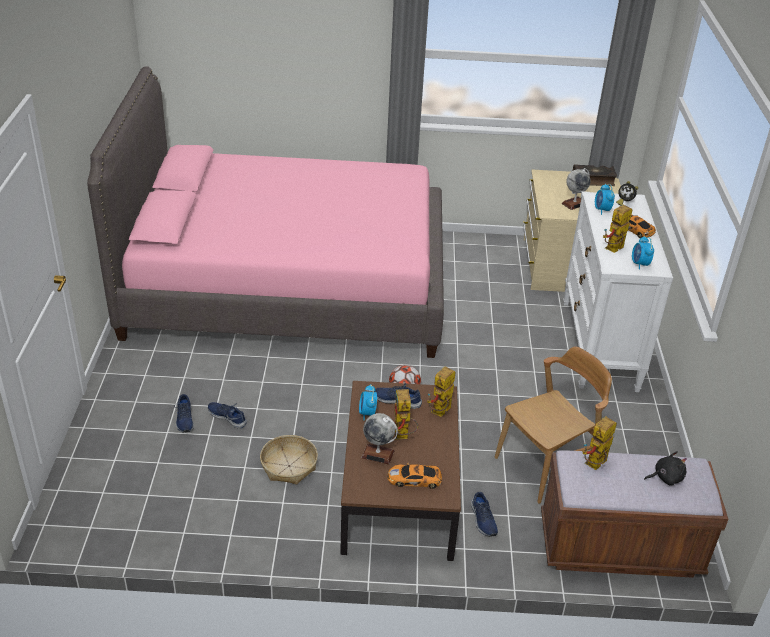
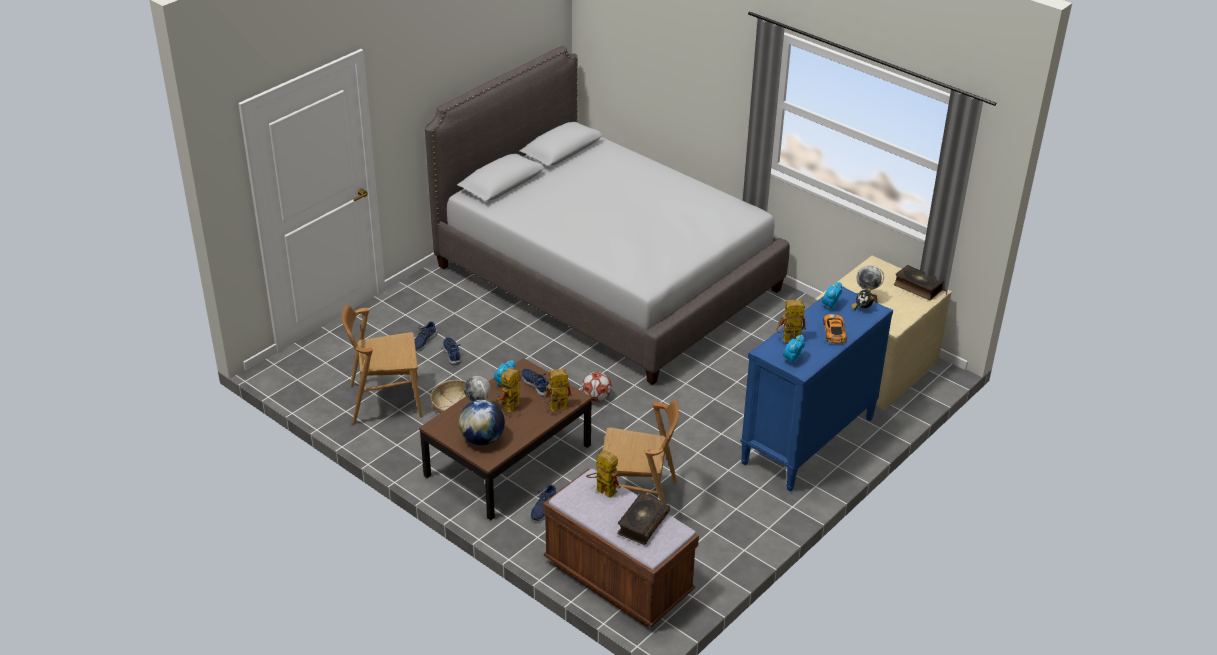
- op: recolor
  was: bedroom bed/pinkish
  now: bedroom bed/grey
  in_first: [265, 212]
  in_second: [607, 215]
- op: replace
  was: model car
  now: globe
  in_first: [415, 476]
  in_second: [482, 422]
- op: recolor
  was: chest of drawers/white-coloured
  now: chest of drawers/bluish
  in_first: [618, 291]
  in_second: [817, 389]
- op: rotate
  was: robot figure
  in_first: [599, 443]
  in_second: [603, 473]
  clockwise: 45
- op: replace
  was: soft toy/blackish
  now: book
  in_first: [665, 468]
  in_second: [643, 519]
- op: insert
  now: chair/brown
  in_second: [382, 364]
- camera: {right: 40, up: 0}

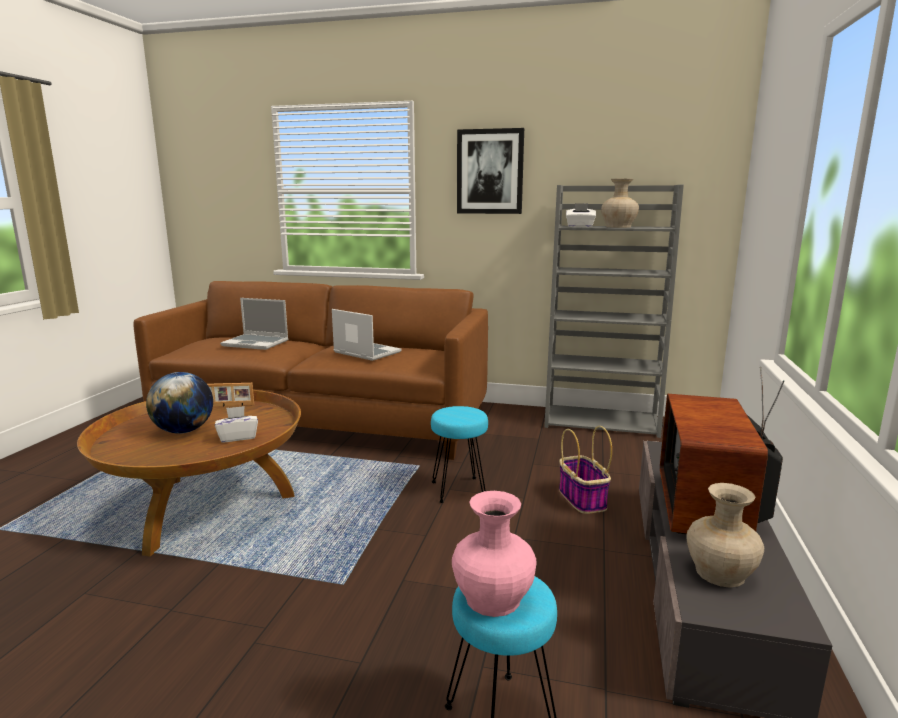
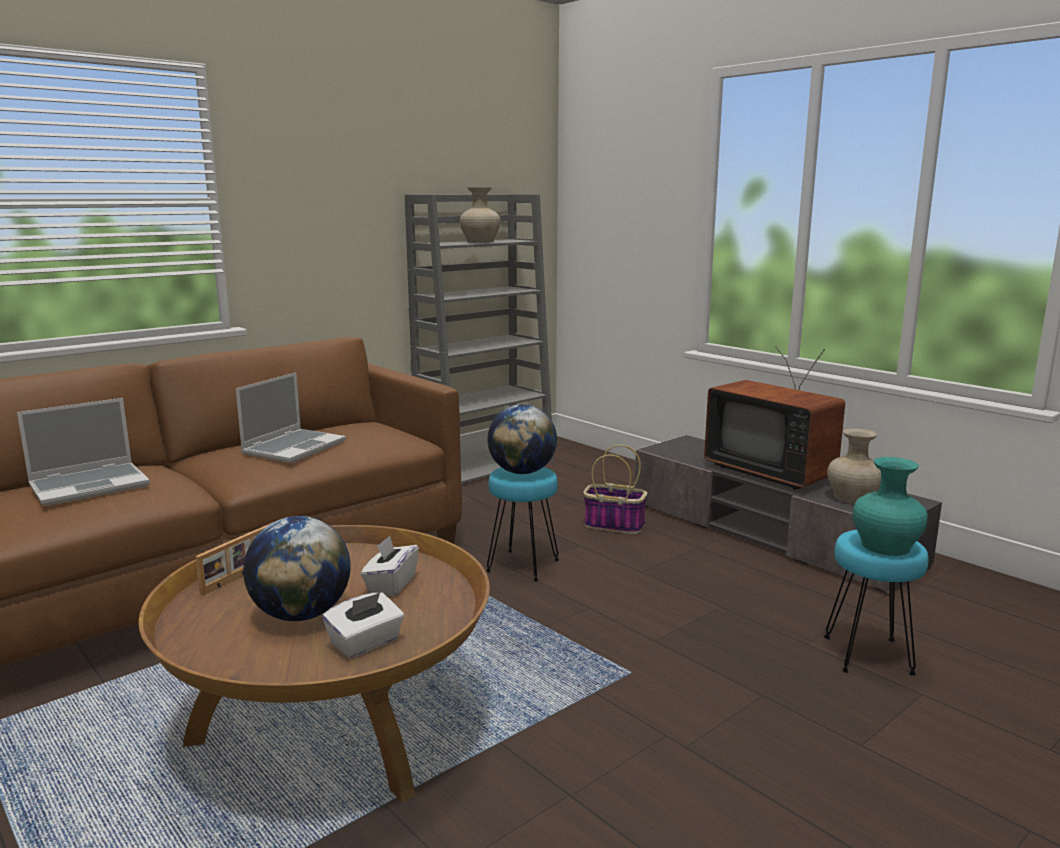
- op: rotate
  was: portable computer
  in_first: [367, 335]
  in_second: [291, 417]
  clockwise: 135
- op: recolor
  was: decorative vase/pinkish
  now: decorative vase/turquoise
  in_first: [494, 554]
  in_second: [890, 506]
- op: delete
  was: wall art
  in_first: [490, 171]
- op: move
  was: tissue holder/white-coloured
  in_first: [581, 215]
  in_second: [363, 625]
- op: insert
  now: globe
  in_second: [522, 439]
- camera: {right: -55, up: 0}

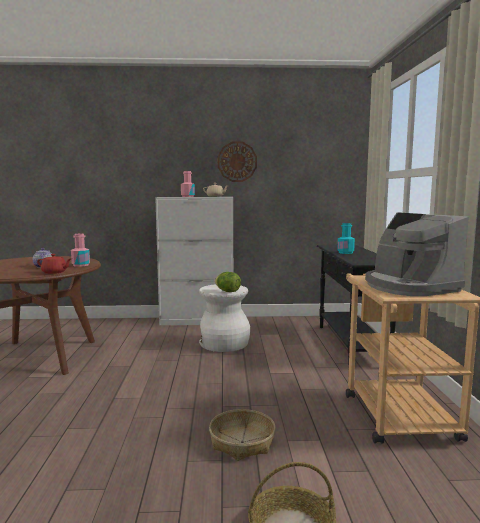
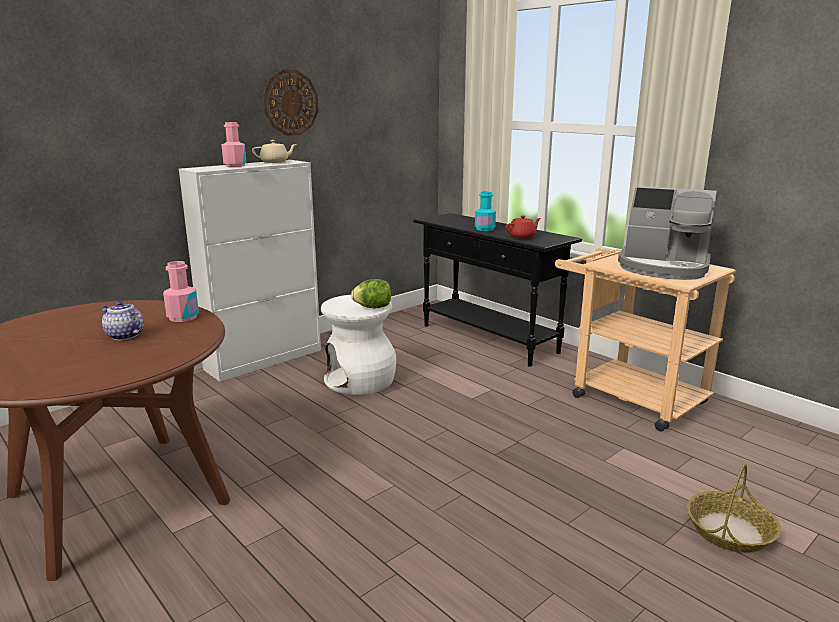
- op: move
  was: pot for tea/red-coloured
  in_first: [54, 264]
  in_second: [523, 227]
- op: delete
  was: storage basket
  in_first: [242, 435]
- camera: {right: -40, up: 10}

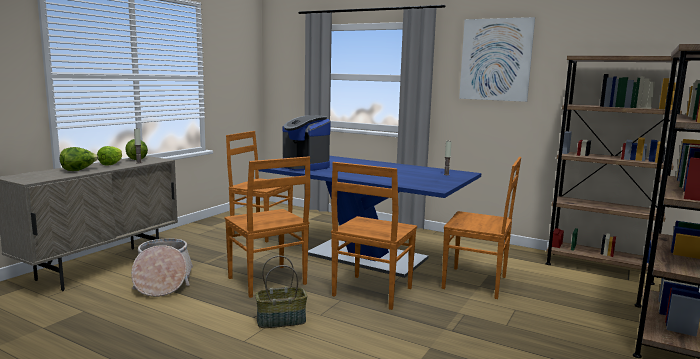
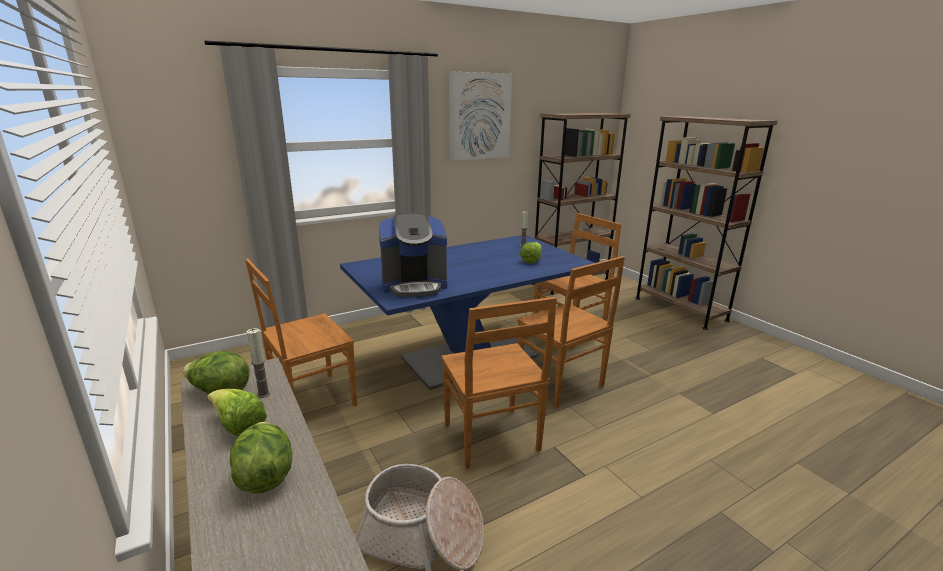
- op: rotate
  was: chair/brown
  in_first: [267, 227]
  in_second: [499, 383]
  clockwise: 75
- op: delete
  was: storage basket
  in_first: [281, 292]
- op: insert
  now: lettuce
  in_second: [531, 252]
- camera: {right: -60, up: 10}

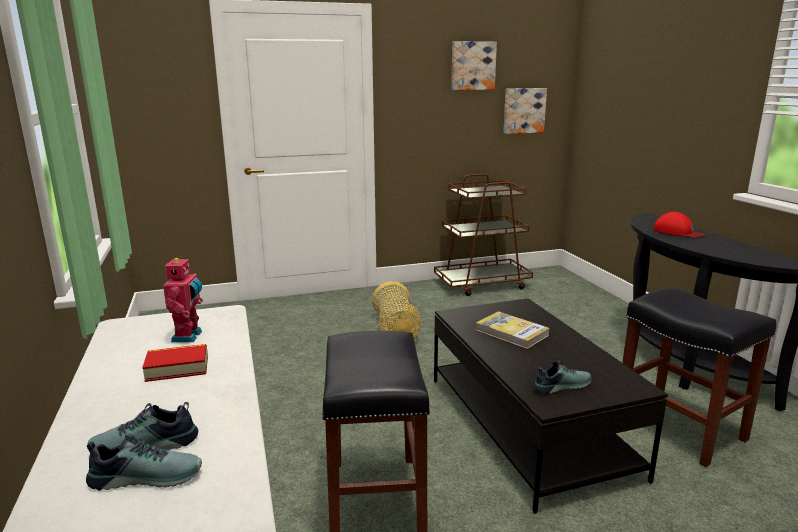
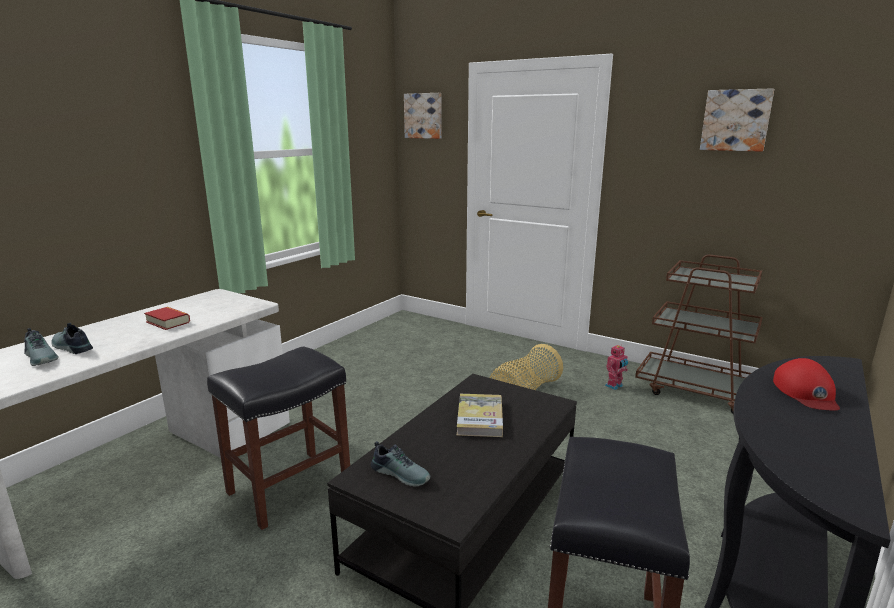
- op: move
  was: robot figure
  in_first: [183, 299]
  in_second: [616, 367]
- op: move
  was: wall art
  in_first: [525, 111]
  in_second: [423, 116]
- camera: {right: 50, up: 0}

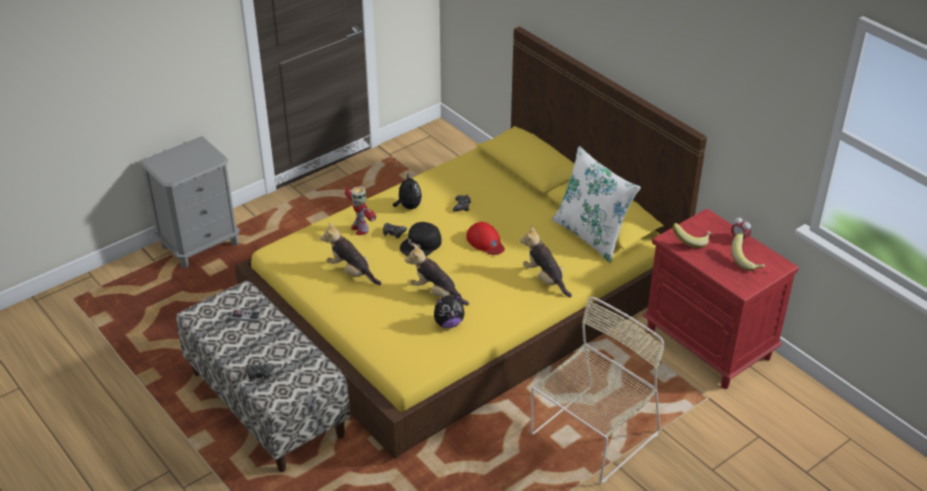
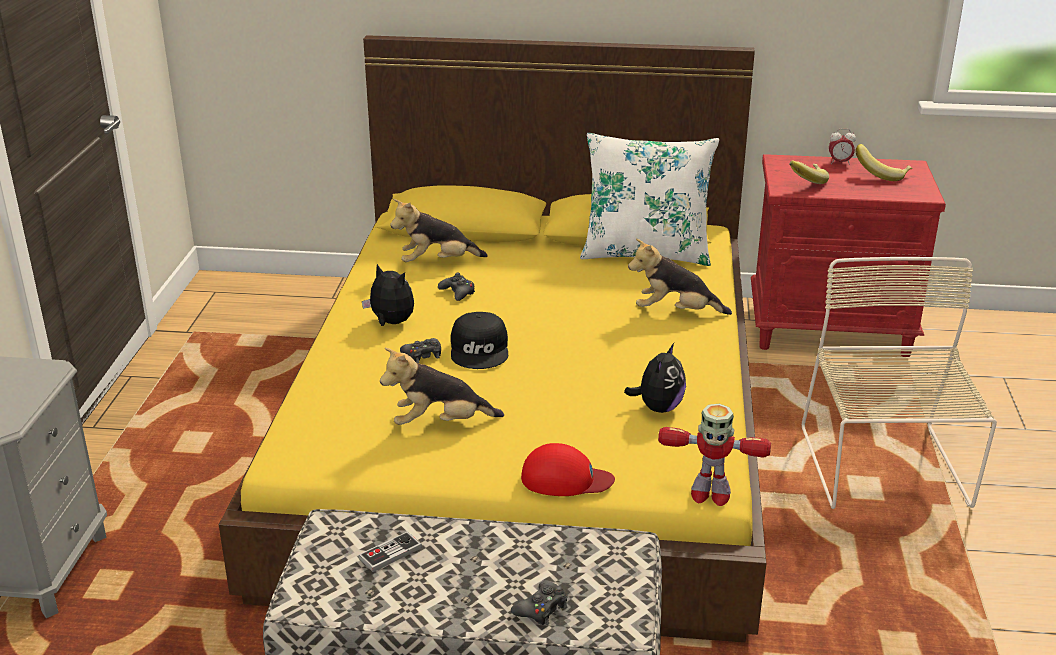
- op: move
  was: robot figure
  in_first: [360, 210]
  in_second: [714, 455]
- op: move
  was: soft toy
  in_first: [437, 275]
  in_second: [439, 230]
- op: move
  was: baseball cap/red-coloured
  in_first: [485, 238]
  in_second: [568, 469]
- camera: {right: -45, up: -10}

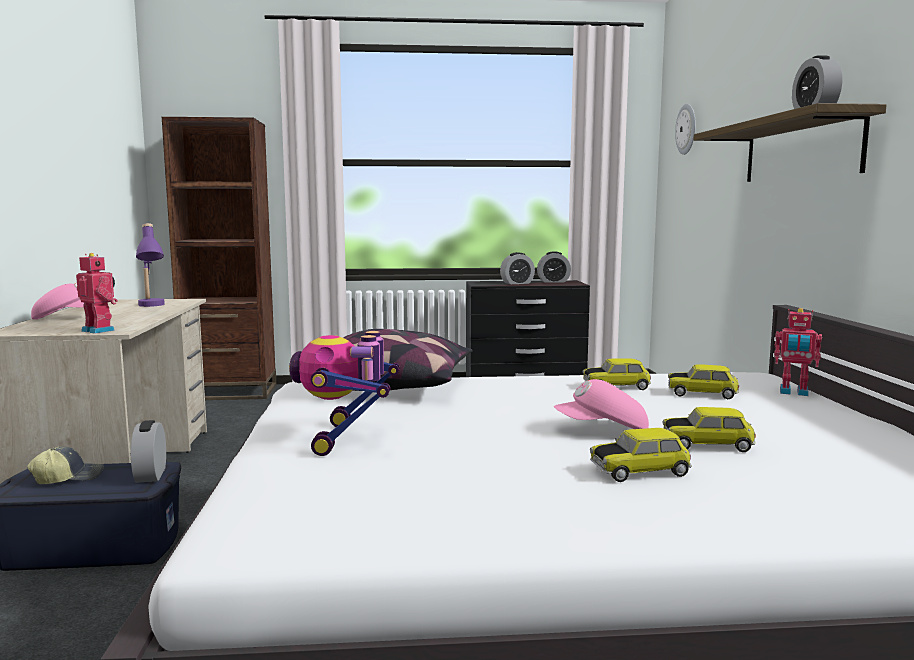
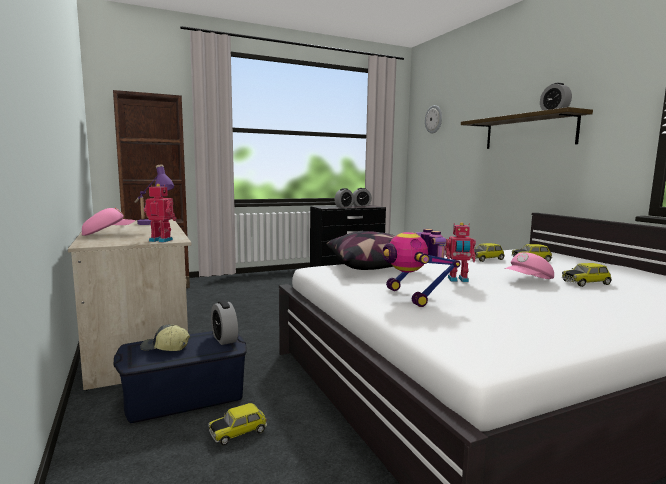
- op: rotate
  was: baseball cap
  in_first: [65, 465]
  in_second: [165, 337]
  clockwise: -120
- op: move
  was: model car
  in_first: [641, 455]
  in_second: [237, 424]
- op: move
  was: robot figure
  in_first: [798, 352]
  in_second: [460, 252]
- camera: {right: -20, up: 0}

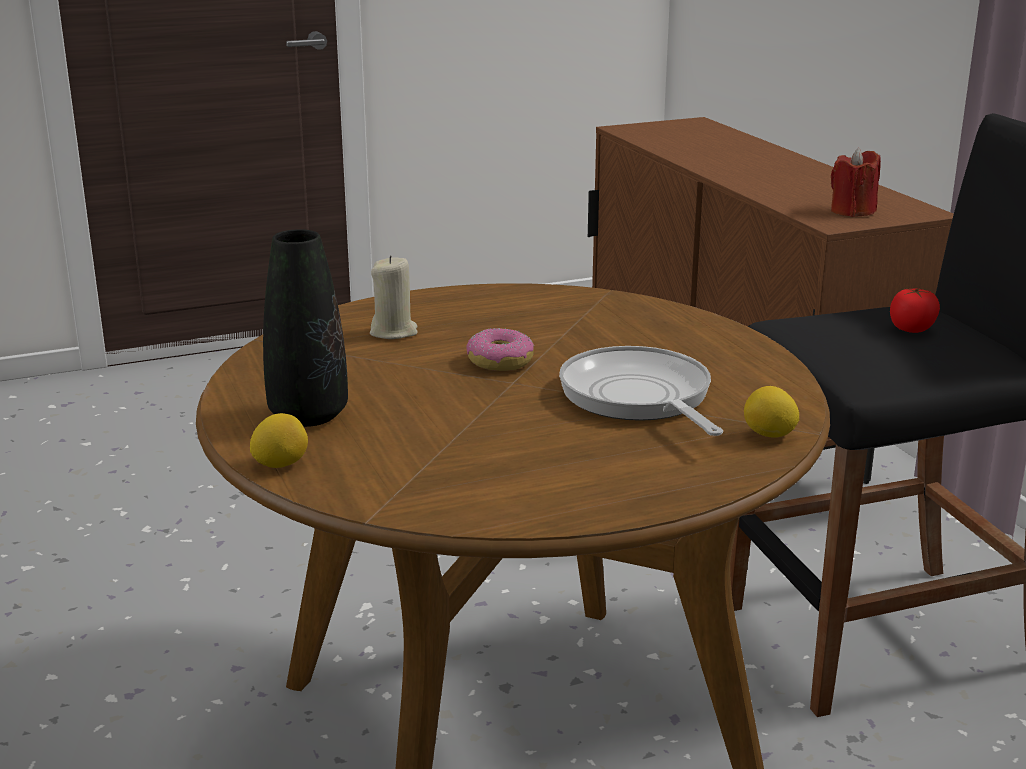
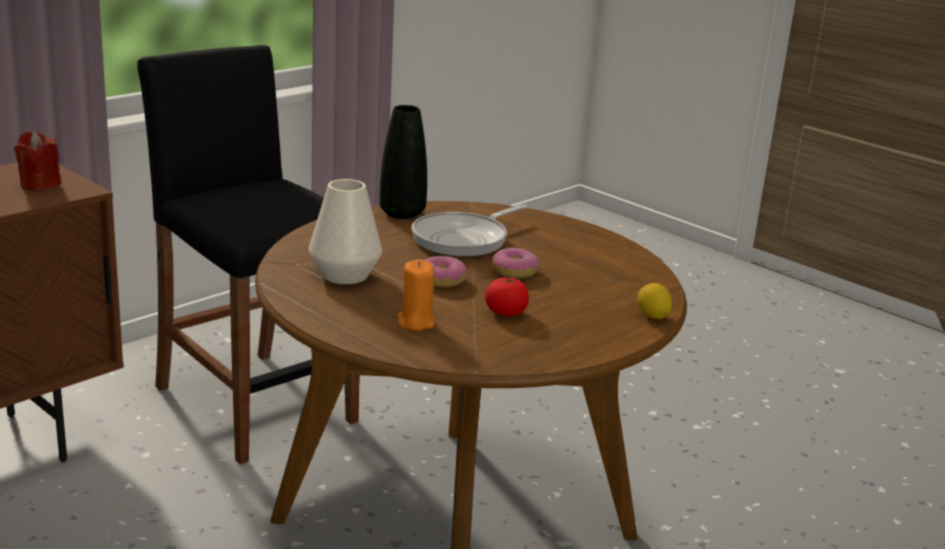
- op: move
  was: decorative vase/blackish
  in_first: [305, 328]
  in_second: [403, 162]
- op: recolor
  was: wax candle/sand-coloured
  now: wax candle/orangey
  in_first: [394, 297]
  in_second: [416, 295]
- op: delete
  was: lemon
  in_first: [772, 412]
- op: move
  was: fresh tomato
  in_first: [915, 310]
  in_second: [507, 296]
- op: insert
  now: decorative vase/white-coloured
  in_second: [345, 231]
- op: insert
  now: ring doughnut
  in_second: [516, 263]
- camera: {right: -115, up: 0}

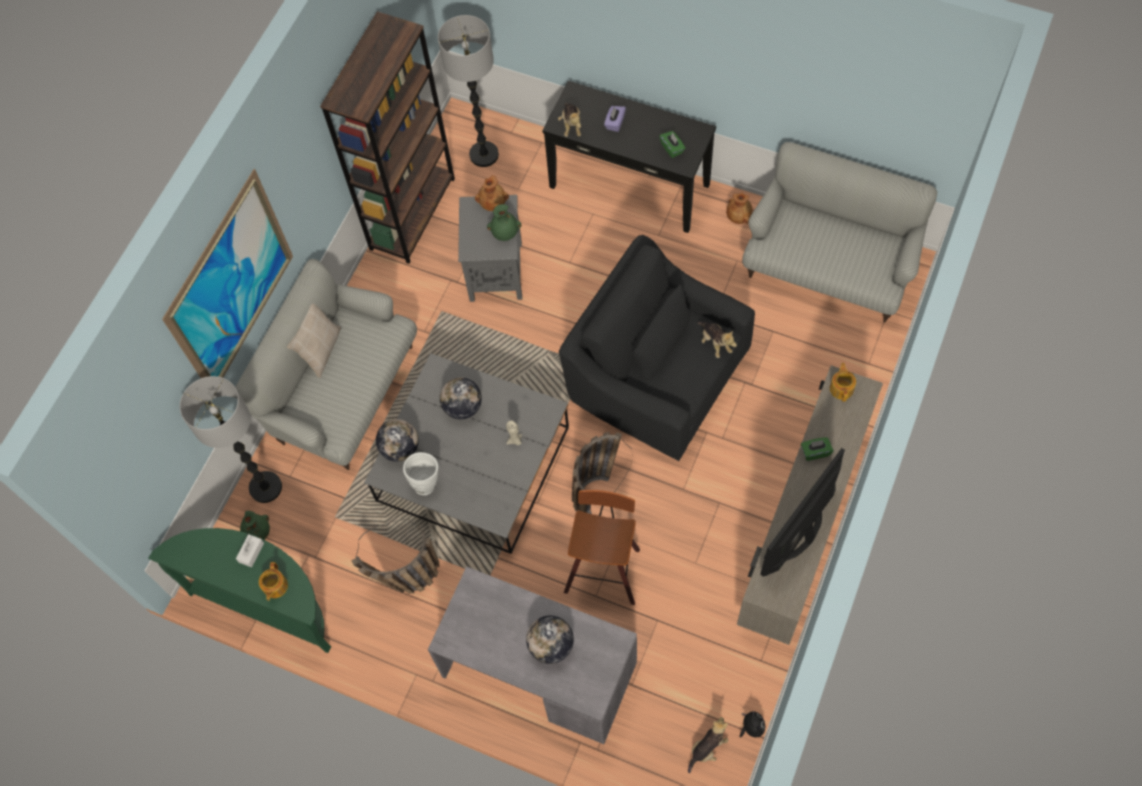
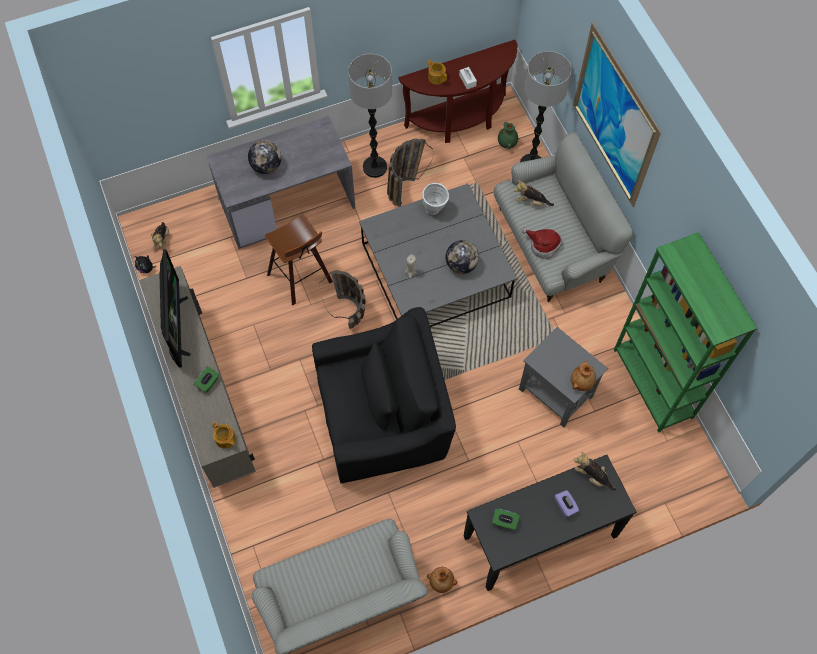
- op: recolor
  was: narrow table/green
  now: narrow table/brown
  in_first: [240, 590]
  in_second: [457, 91]
- op: delete
  was: pillow/sand-coloured
  in_first: [314, 341]
- op: recolor
  was: bookcase/brown
  now: bookcase/green
  in_first: [387, 137]
  in_second: [685, 332]
- op: delete
  was: globe
  in_first: [397, 440]
- op: move
  was: standard lamp
  in_first: [468, 91]
  in_second: [370, 116]
- op: delete
  was: decorative vase/green
  in_first: [504, 222]
- op: move
  was: soft toy
  in_first: [717, 340]
  in_second: [534, 193]
- op: insert
  now: clothing hat
  in_second: [541, 243]
- camera: {right: 130, up: 0}

